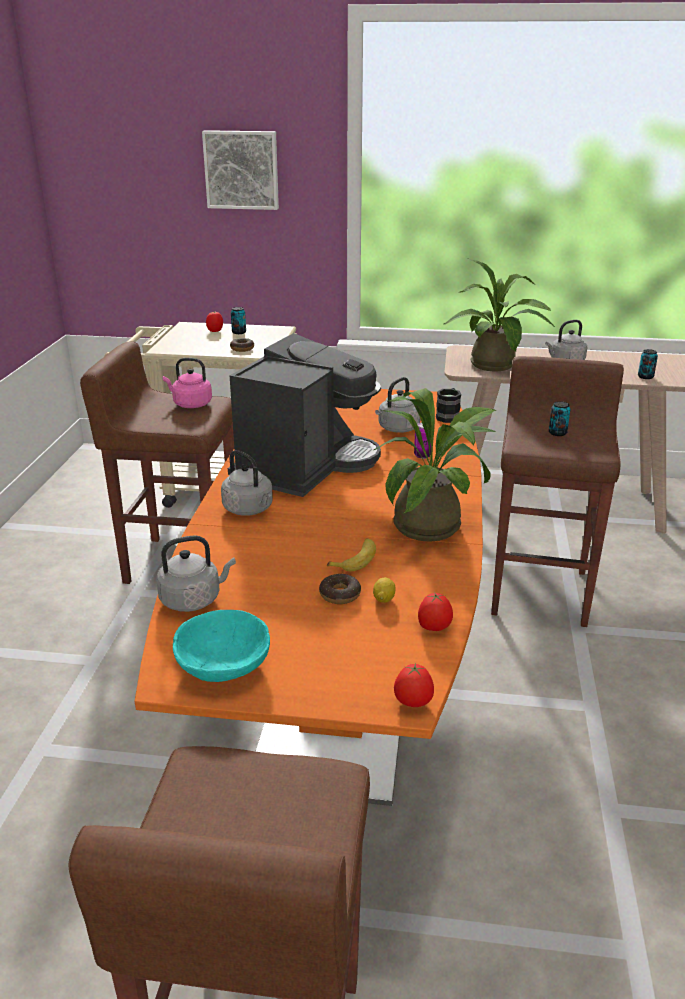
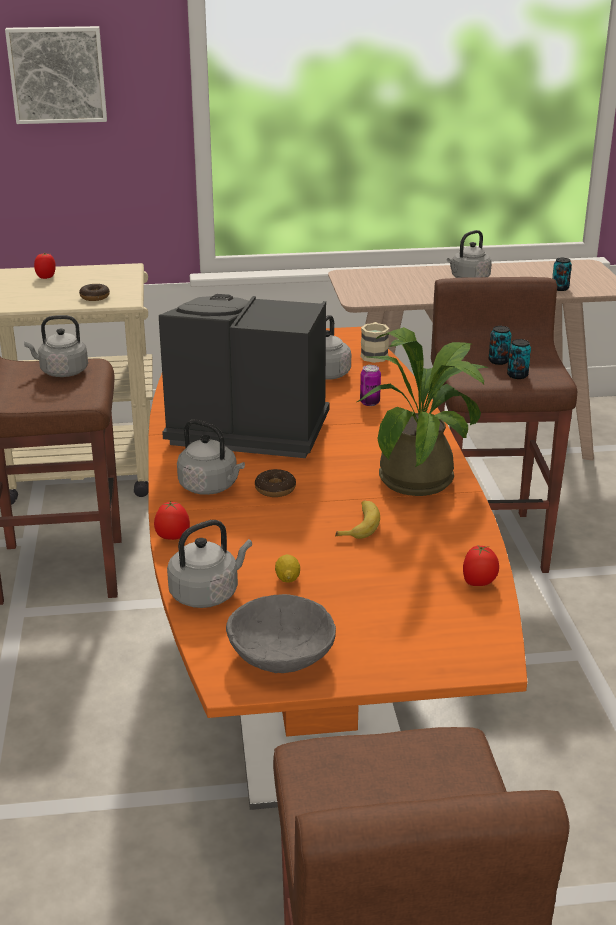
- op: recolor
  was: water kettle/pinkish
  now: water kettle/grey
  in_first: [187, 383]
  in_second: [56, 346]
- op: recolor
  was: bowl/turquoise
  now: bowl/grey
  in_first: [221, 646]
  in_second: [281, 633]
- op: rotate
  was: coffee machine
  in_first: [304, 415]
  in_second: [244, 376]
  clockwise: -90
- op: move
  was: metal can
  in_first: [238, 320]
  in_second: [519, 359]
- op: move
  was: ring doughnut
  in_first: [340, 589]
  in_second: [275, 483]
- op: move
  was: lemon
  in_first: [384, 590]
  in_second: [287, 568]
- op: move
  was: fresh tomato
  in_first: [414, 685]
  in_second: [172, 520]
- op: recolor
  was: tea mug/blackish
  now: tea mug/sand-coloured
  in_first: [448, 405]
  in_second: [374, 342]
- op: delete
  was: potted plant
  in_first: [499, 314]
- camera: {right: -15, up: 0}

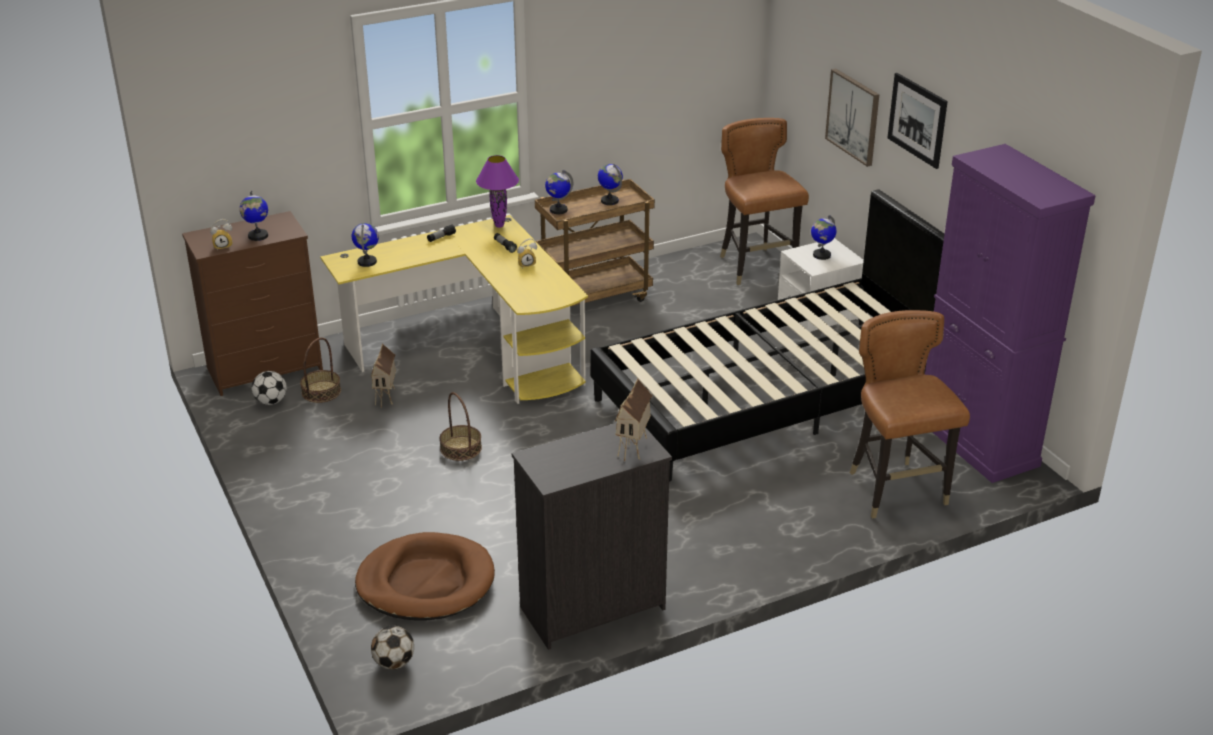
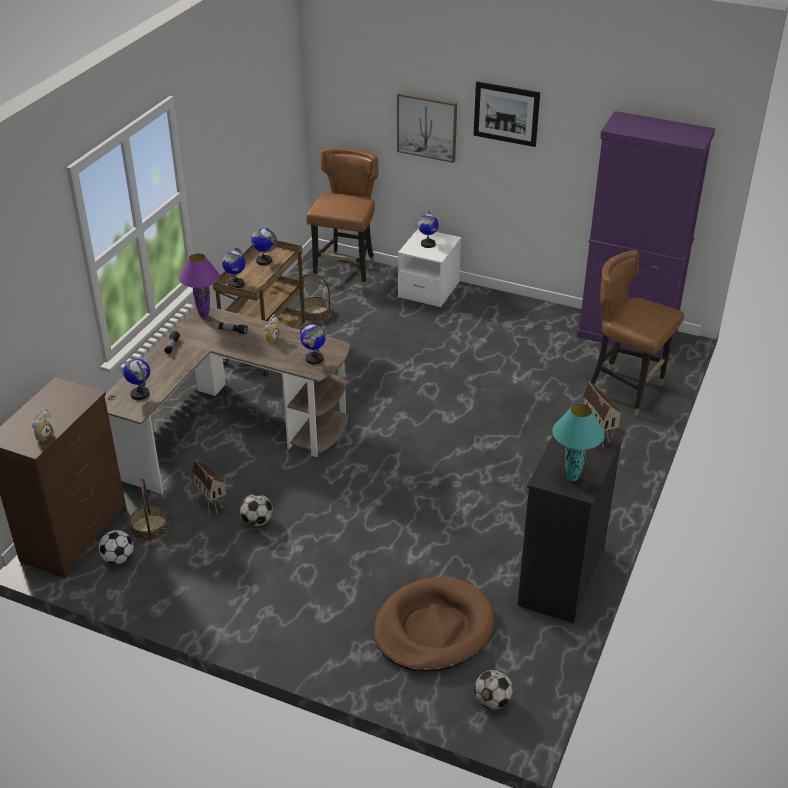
- op: move
  was: globe
  in_first: [253, 216]
  in_second: [313, 343]
- op: recolor
  was: desk/yellow
  now: desk/brown
  in_first: [454, 309]
  in_second: [227, 400]
- op: move
  was: storage basket
  in_first: [461, 426]
  in_second: [315, 297]
- op: delete
  was: bedroom bed/blackish
  in_first: [767, 335]
- op: rotate
  was: chair/brown
  in_first: [764, 201]
  in_second: [342, 218]
  clockwise: 75
- op: insert
  now: ball for football
  in_second: [256, 510]
- op: insert
  now: tabletop lamp/turquoise
  in_second: [578, 442]
- camera: {right: -40, up: 5}

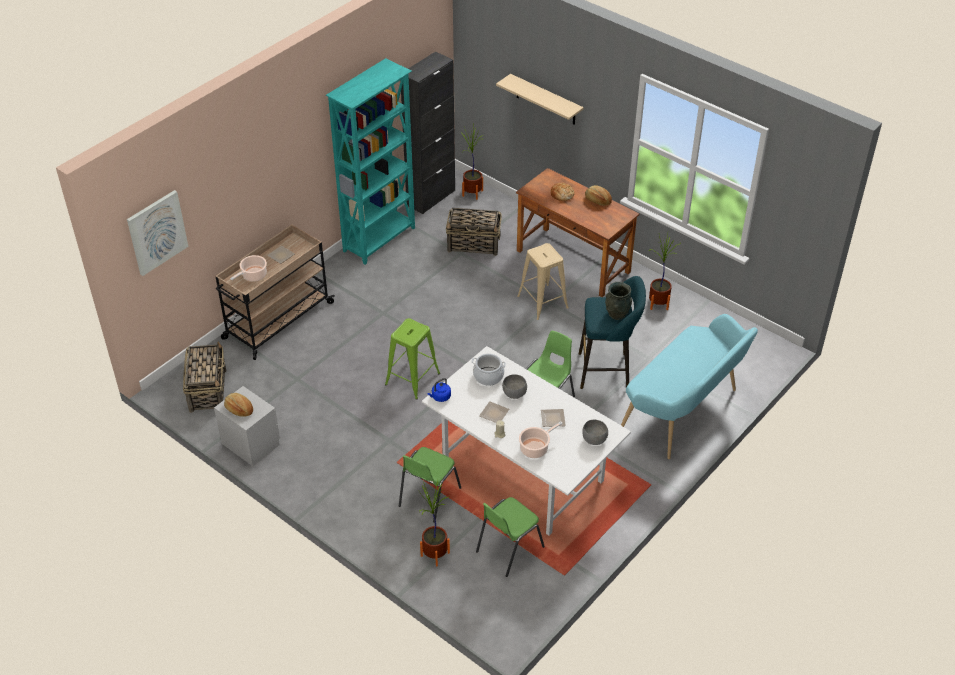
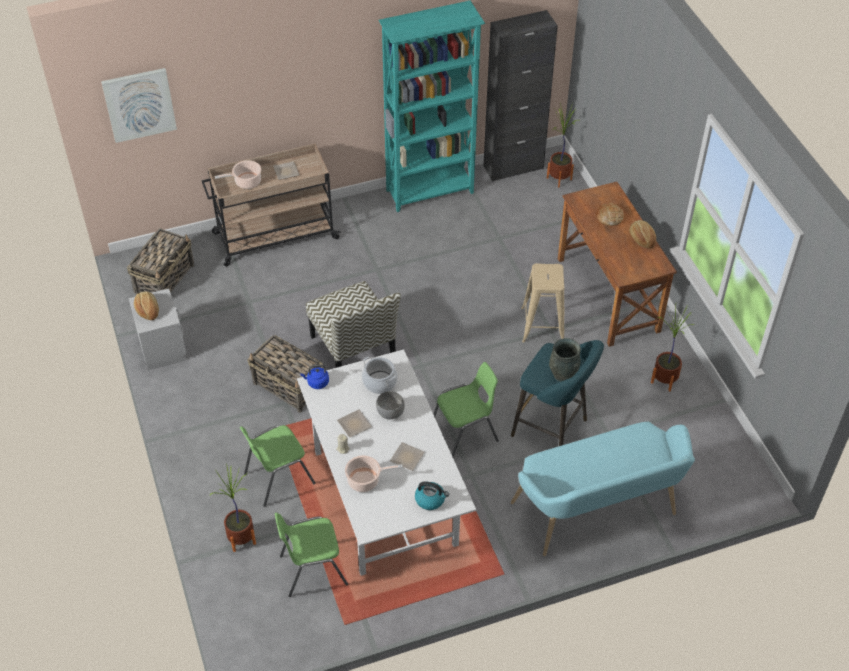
- op: replace
  was: sitting stool/green
  now: chair
  in_first: [412, 359]
  in_second: [353, 324]
- op: move
  was: storage basket
  in_first: [474, 232]
  in_second: [285, 374]
- op: delete
  was: bracket shelf/sand-coloured
  in_first: [540, 99]
- op: replace
  was: bowl/grey
  now: water kettle
  in_first: [595, 432]
  in_second: [432, 495]
- camera: {right: 30, up: 5}

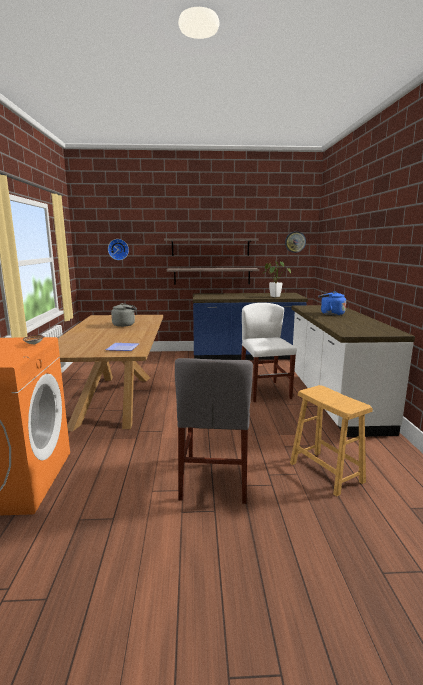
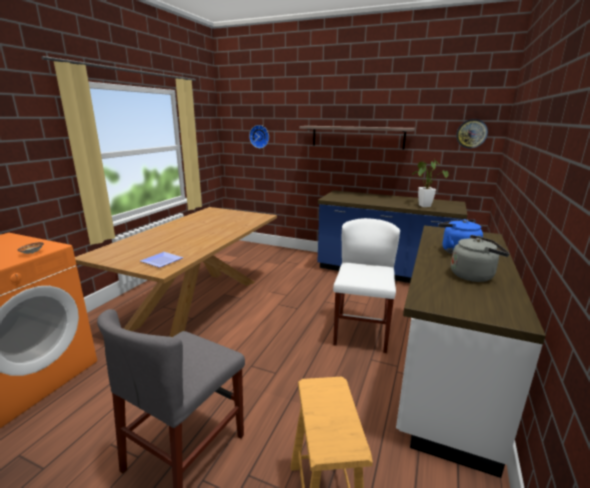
- op: move
  was: water kettle/grey
  in_first: [124, 315]
  in_second: [480, 258]
- op: delete
  was: bracket shelf
  in_first: [213, 276]
- camera: {right: 25, up: 5}

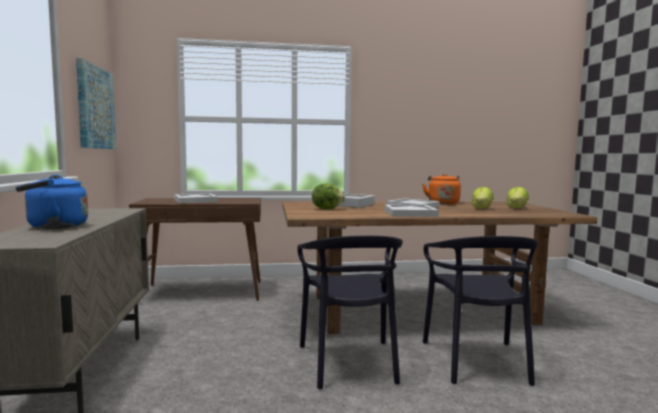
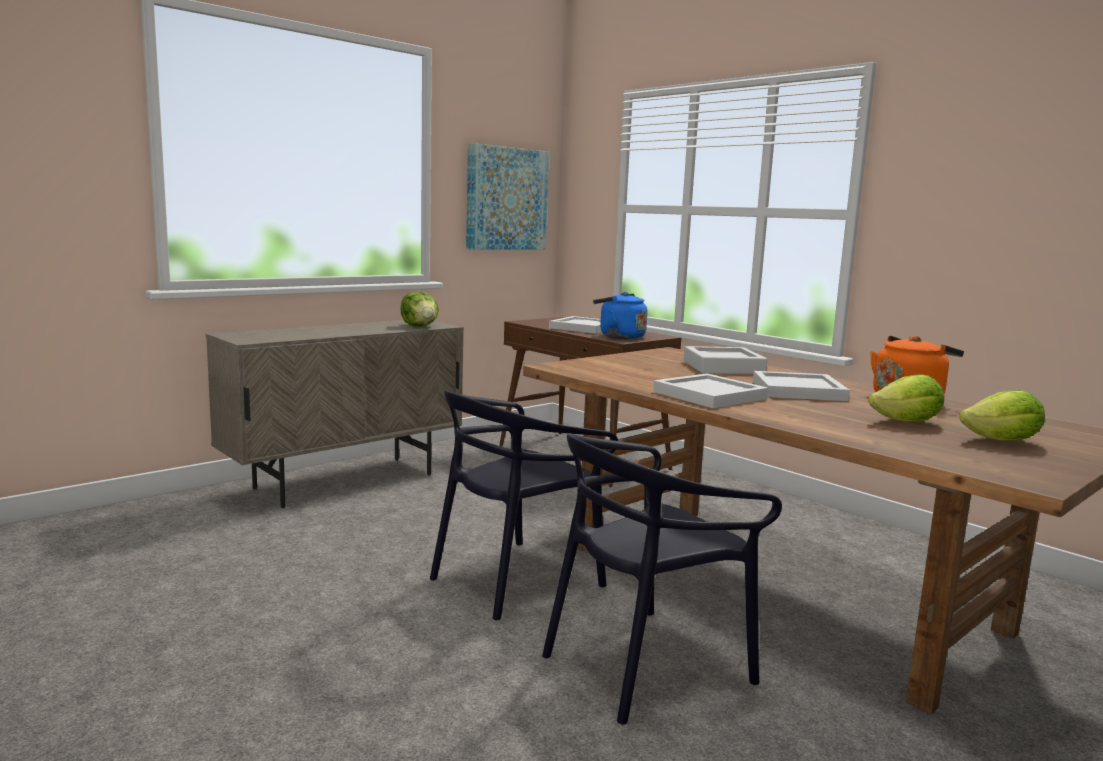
- op: move
  was: water kettle/bluish
  in_first: [52, 202]
  in_second: [620, 315]
- op: move
  was: lettuce
  in_first: [329, 196]
  in_second: [419, 309]
- camera: {right: 55, up: 5}

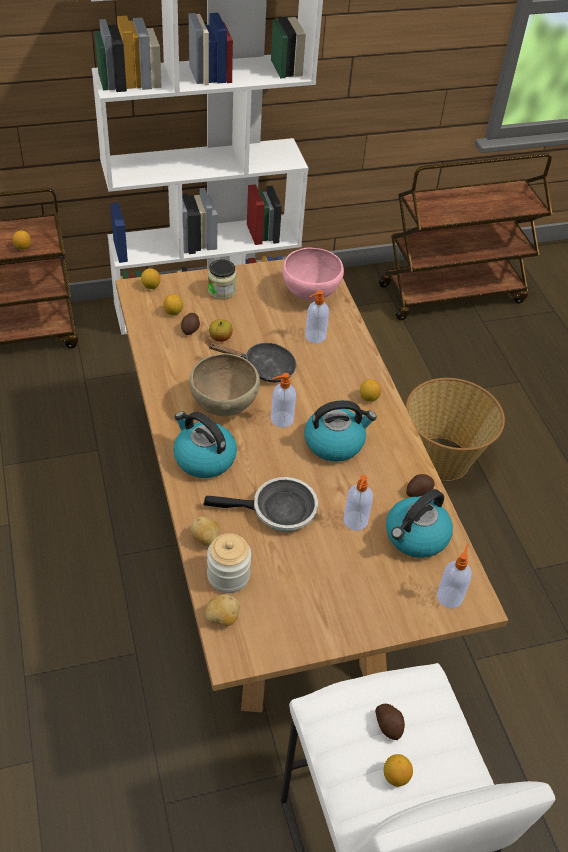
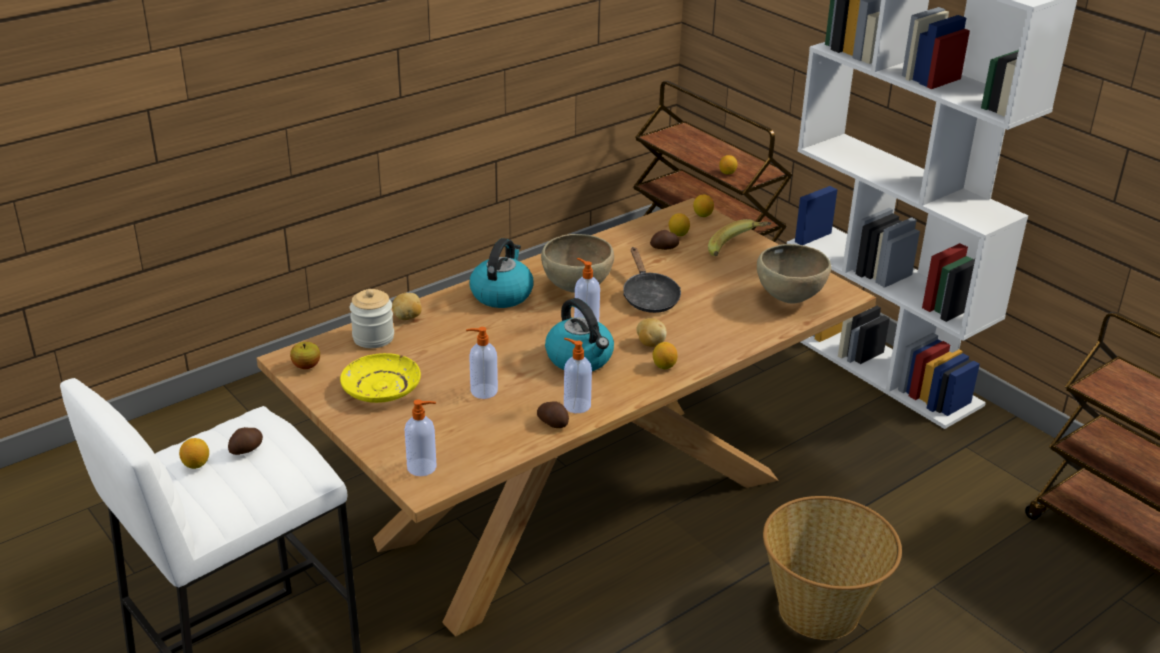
- op: delete
  was: frying pan
  in_first: [260, 504]
- op: move
  was: spud
  in_first: [222, 610]
  in_second: [651, 332]
- op: replace
  was: jar
  now: banana fruit
  in_first: [222, 279]
  in_second: [739, 237]
- op: move
  was: apple
  in_first: [221, 330]
  in_second: [305, 355]
- op: recolor
  was: bowl/pinkish
  now: bowl/brown
  in_first: [313, 274]
  in_second: [794, 273]
- op: move
  was: soap bottle
  in_first: [317, 316]
  in_second: [578, 375]
- op: delete
  was: water kettle
  in_first: [419, 523]
- op: insert
  now: plate/yellow
  in_second: [380, 378]
- camera: {right: 70, up: -15}

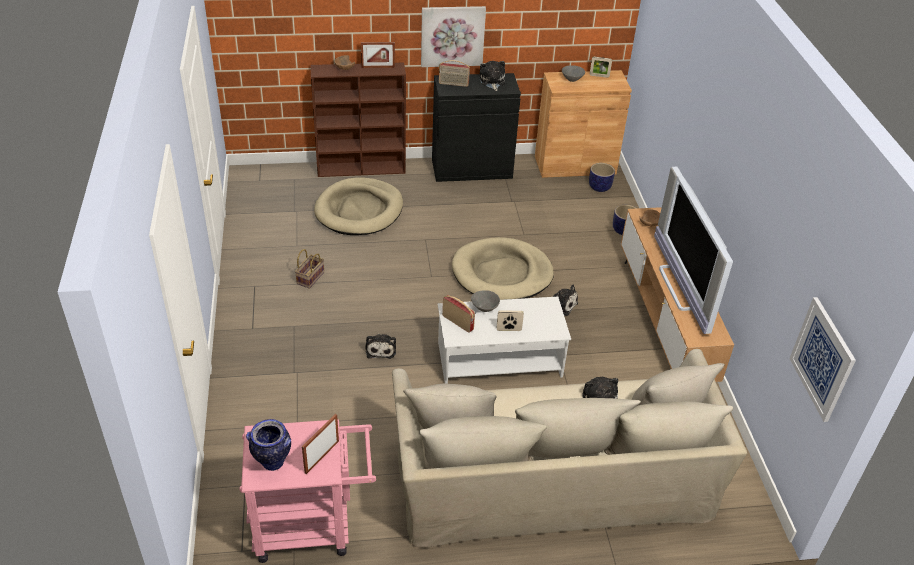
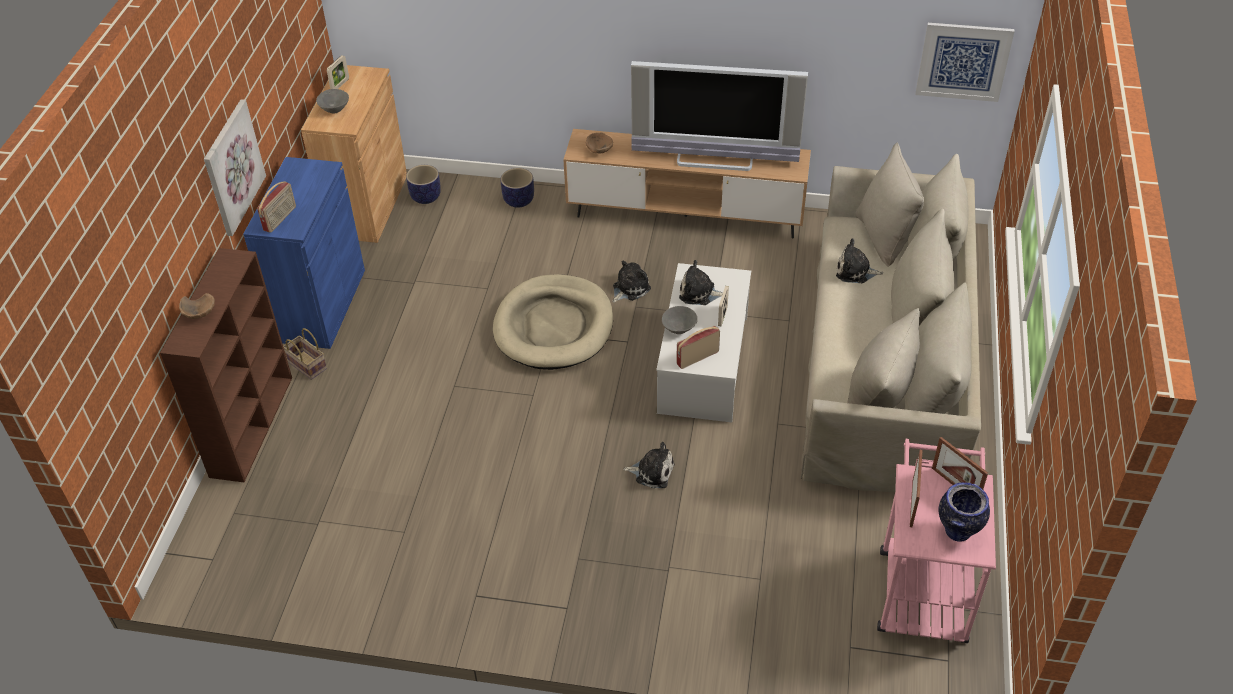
- op: move
  was: storage basket
  in_first: [309, 269]
  in_second: [305, 354]
- op: delete
  was: pet bed/sand-coloured
  in_first: [358, 206]
- op: move
  was: standing frame
  in_first: [378, 55]
  in_second: [916, 488]
- op: recolor
  was: cupboard/blackish
  now: cupboard/bluish
  in_first: [476, 127]
  in_second: [304, 253]
- op: move
  was: soft toy
  in_first: [492, 76]
  in_second: [701, 282]
- camera: {right: -70, up: 5}

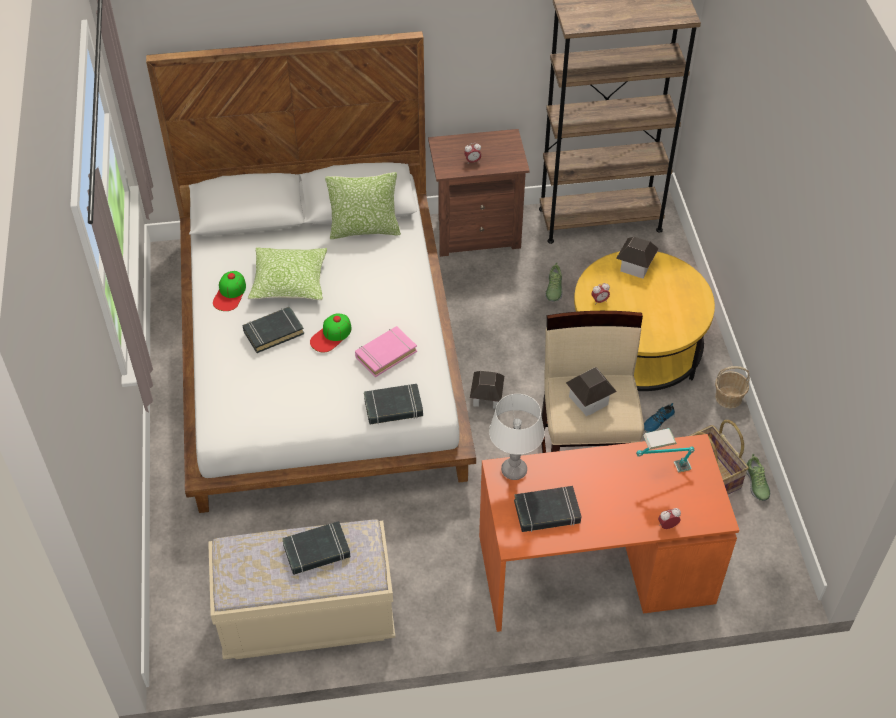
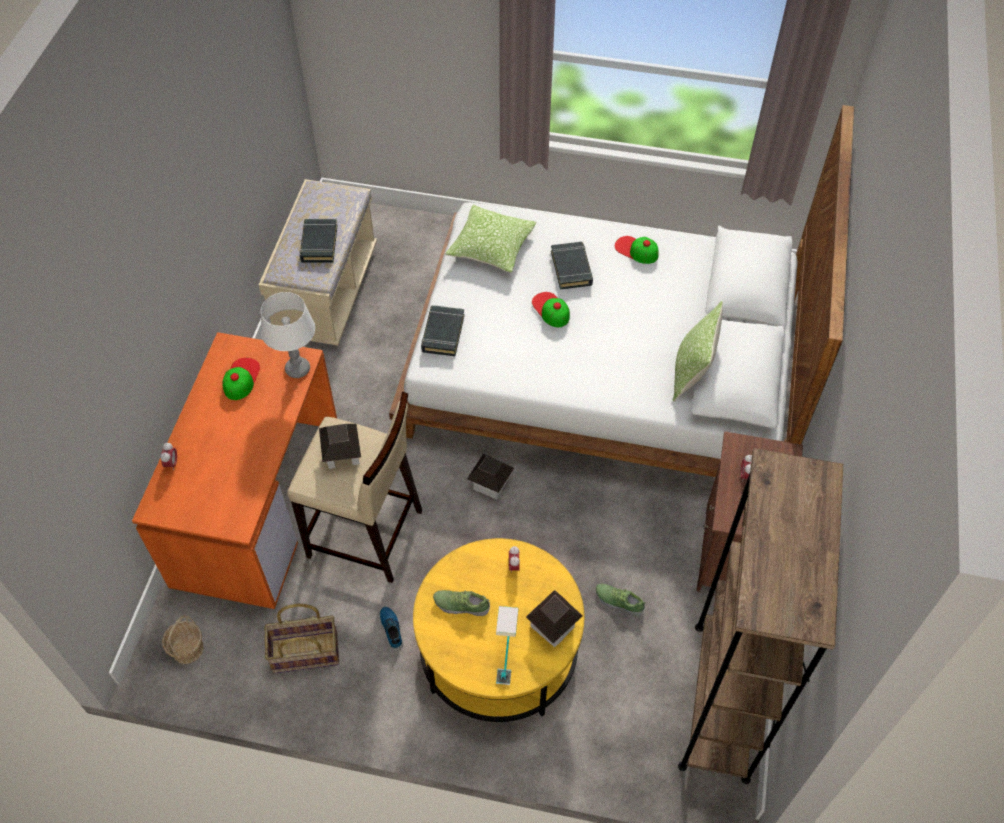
- op: move
  was: pillow
  in_first: [287, 273]
  in_second: [491, 239]
- op: delete
  was: book/pinkish
  in_first: [386, 351]
- op: replace
  was: book/blackish
  now: baseball cap
  in_first: [548, 509]
  in_second: [241, 379]
- op: move
  was: tabletop lamp
  in_first: [665, 450]
  in_second: [507, 645]
- op: move
  was: storage basket
  in_first: [732, 387]
  in_second: [182, 639]
- op: move
  was: item of footwear
  in_first: [758, 477]
  in_second: [461, 603]
- camera: {right: 110, up: 5}

